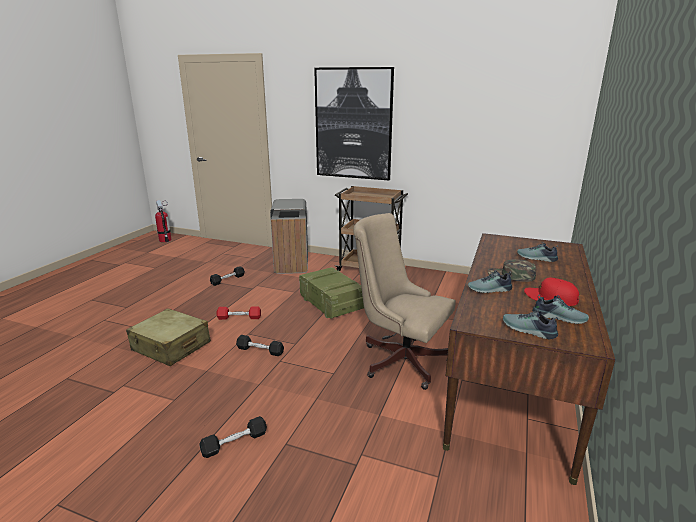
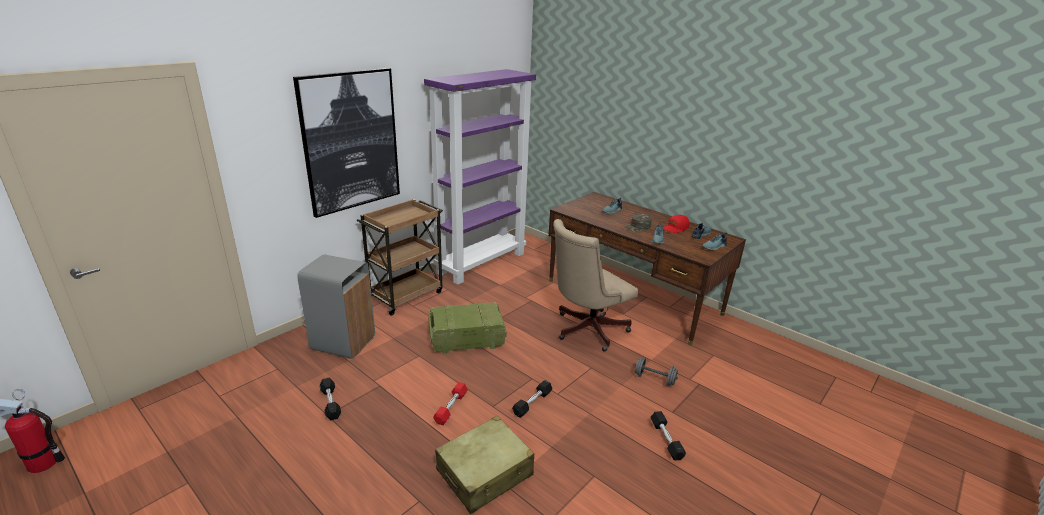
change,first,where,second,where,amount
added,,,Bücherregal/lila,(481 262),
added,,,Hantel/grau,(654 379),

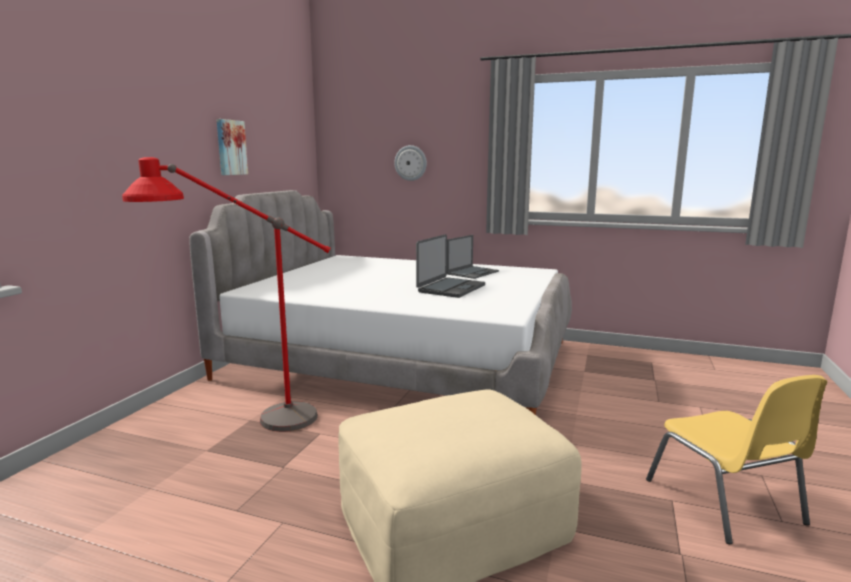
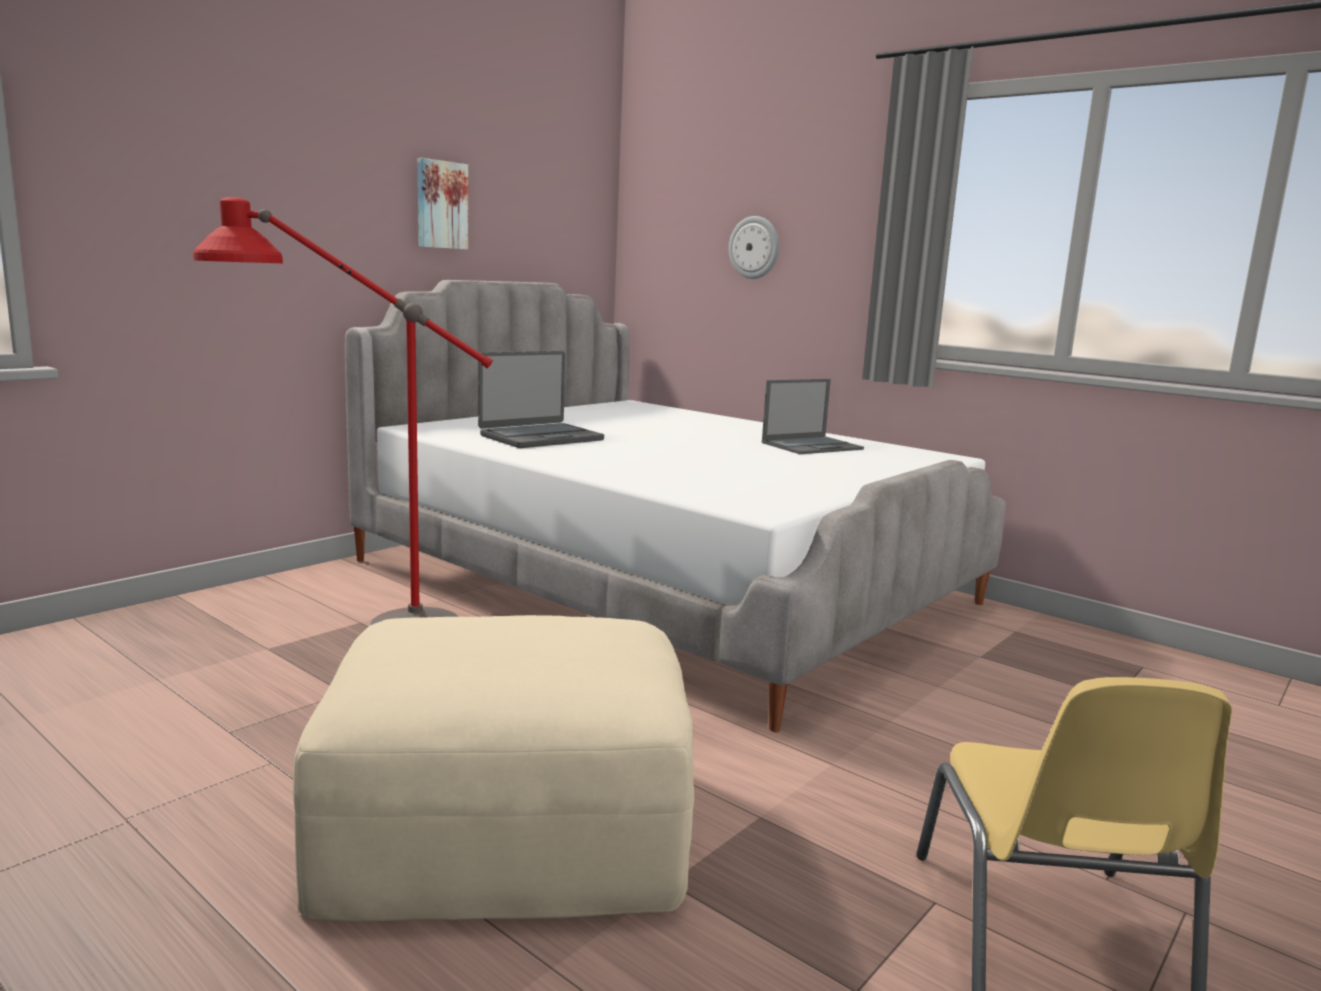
change,first,where,second,where,amount
moved,Laptop,(450 288),,(540 437),

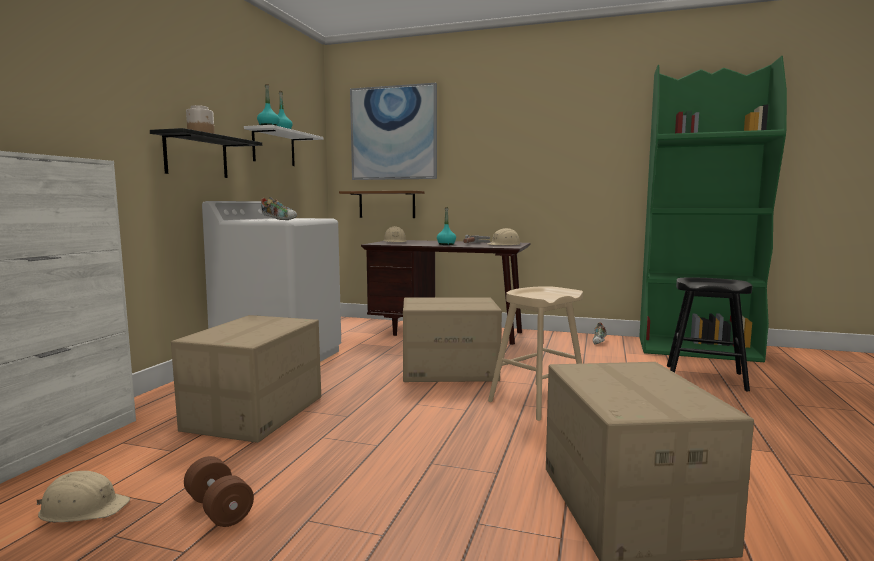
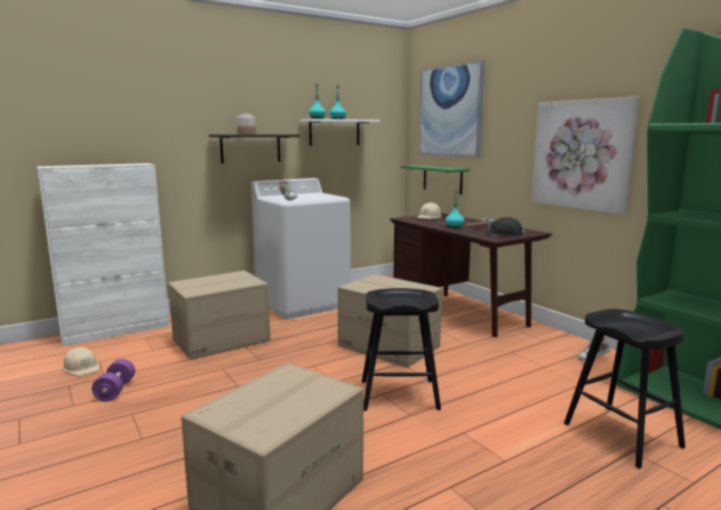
change,first,where,second,where,amount
added,,,Bild,(581 154),
recoloured,Hantel/braun,(219 509),Hantel/lila,(115 390),
recoloured,Wandregal/braun,(387 204),Wandregal/grün,(442 179),
recoloured,Schutzhelm/beige,(504 245),Schutzhelm/schwarz,(504 234),
recoloured,Hocker/beige,(537 401),Hocker/schwarz,(399 395),

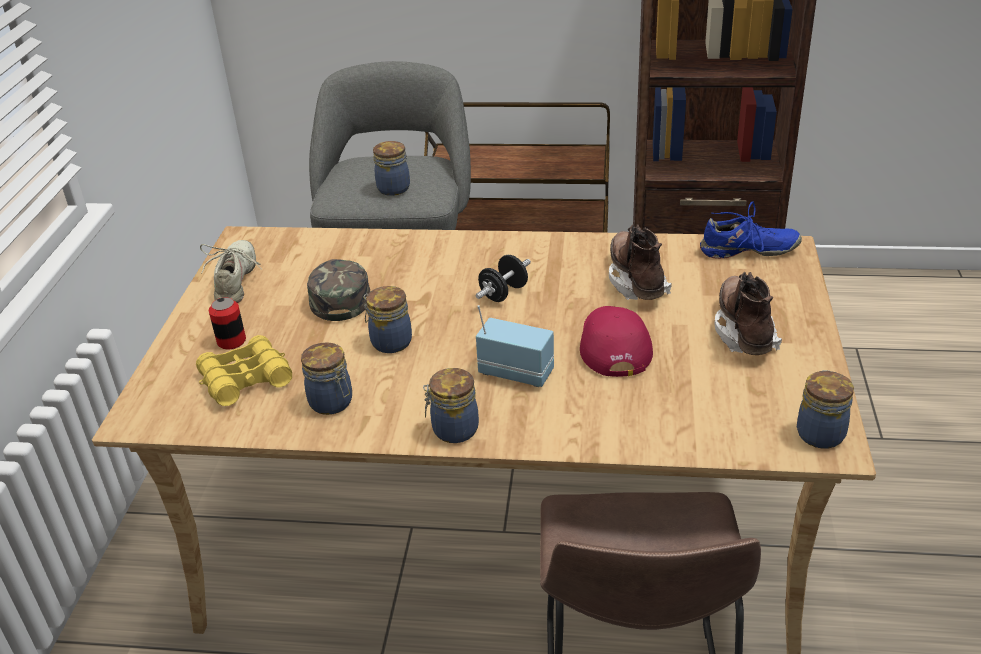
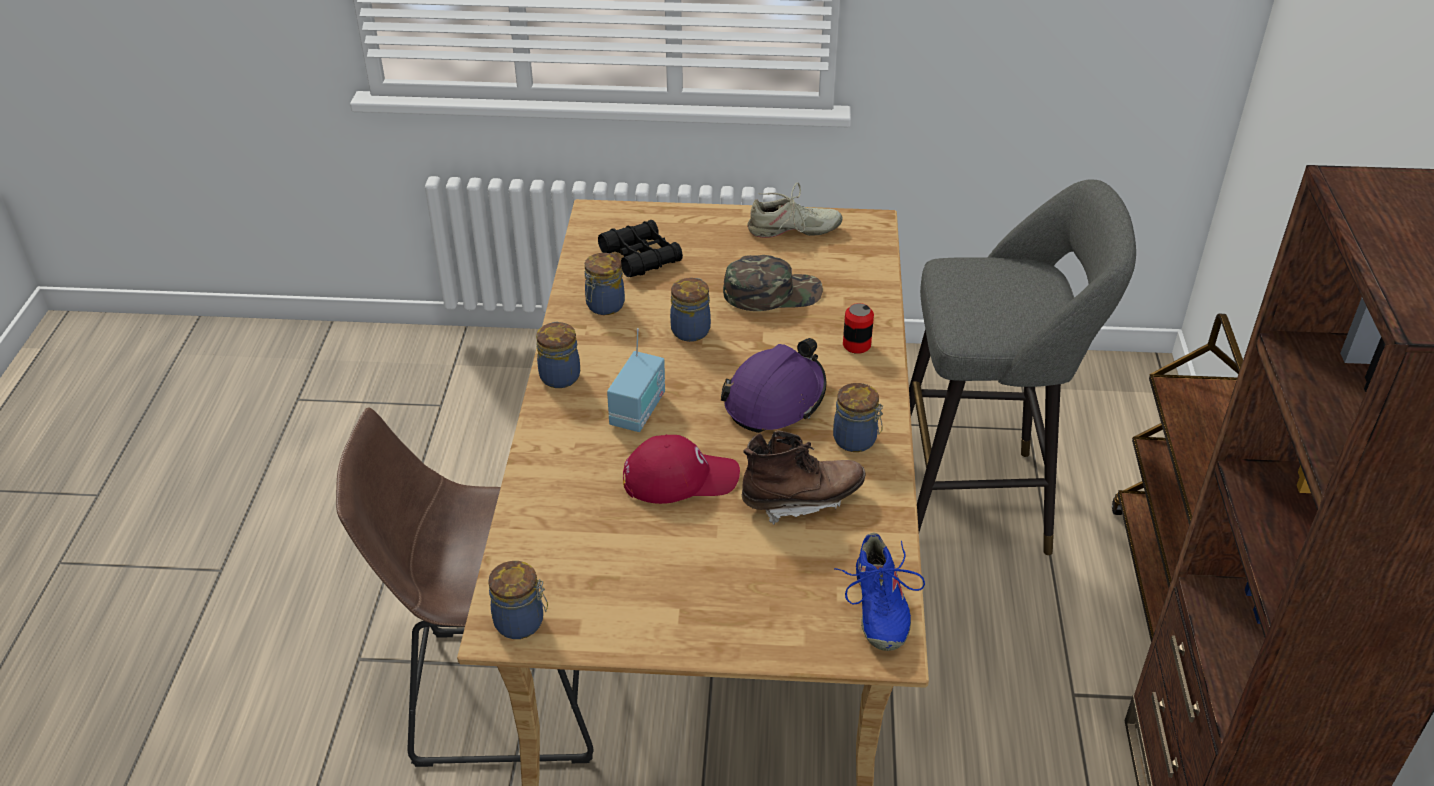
change,first,where,second,where,amount
removed,Stiefel/braun,(744 332),,,
moved,Dose,(231 341),,(856 345),
moved,Vorratsglas,(394 188),,(856 440),
replaced,Hantel/schwarz,(503 293),Schutzhelm/lila,(775 399),
recoloured,Fernglas/gelb,(245 379),Fernglas/schwarz,(641 257),

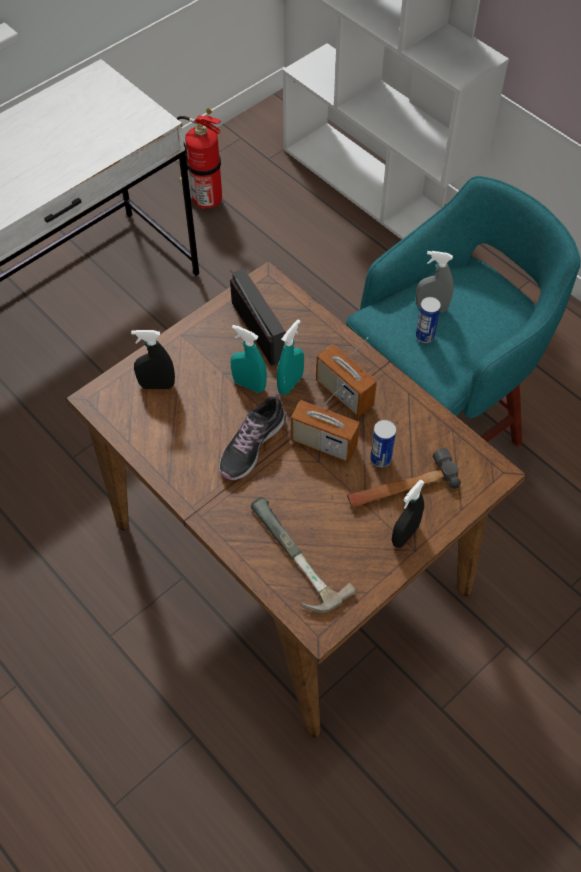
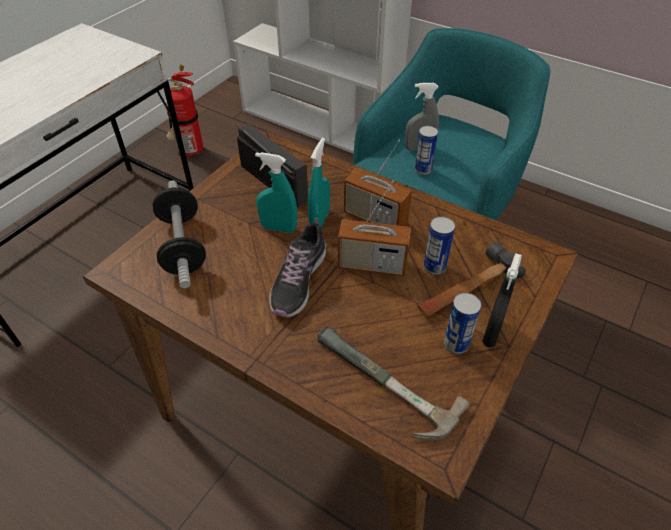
change,first,where,second,where,amount
added,,,Dose,(456 344),
replaced,Sprühflasche/schwarz,(157 385),Hantel,(182 246),

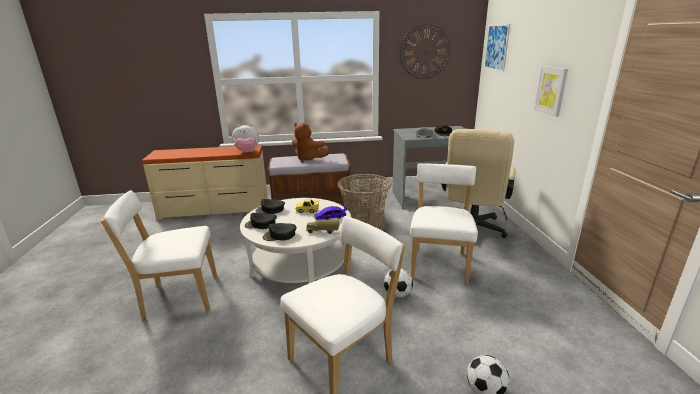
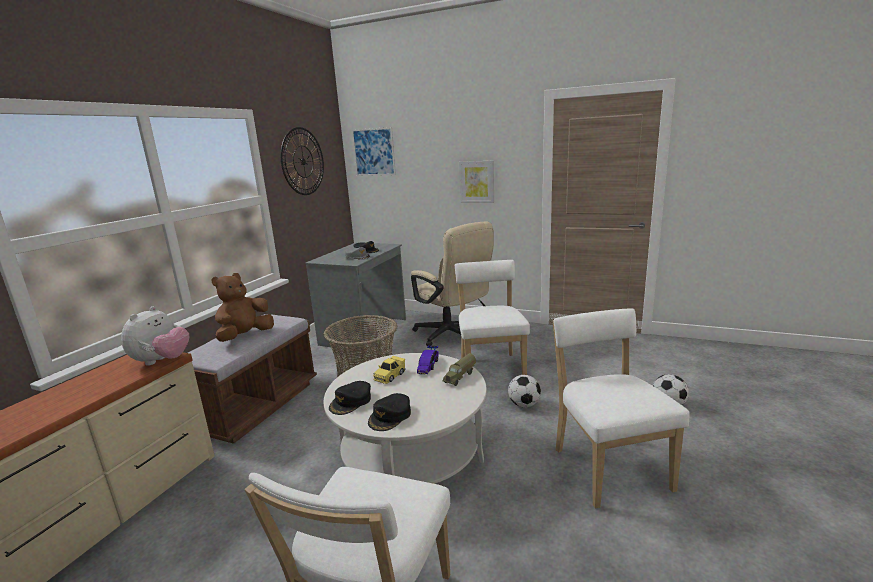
change,first,where,second,where,amount
removed,Kappe/schwarz,(280 235),,,
turned,Plüschtier/braun,(308 159),,(245 336),150 degrees clockwise
turned,Stuhl/weiß,(439 263),,(491 367),45 degrees clockwise

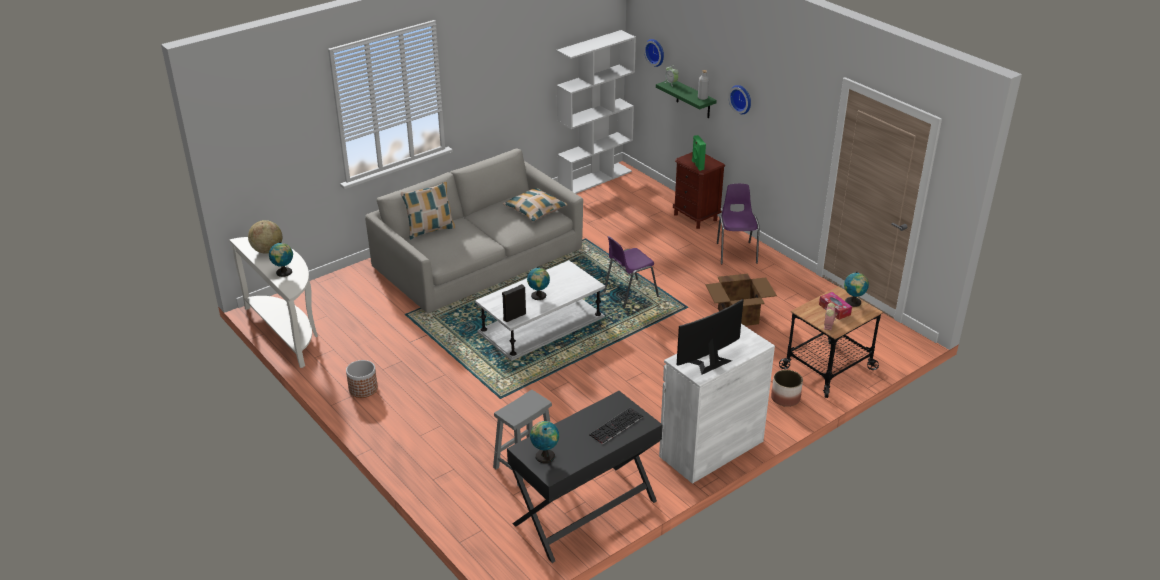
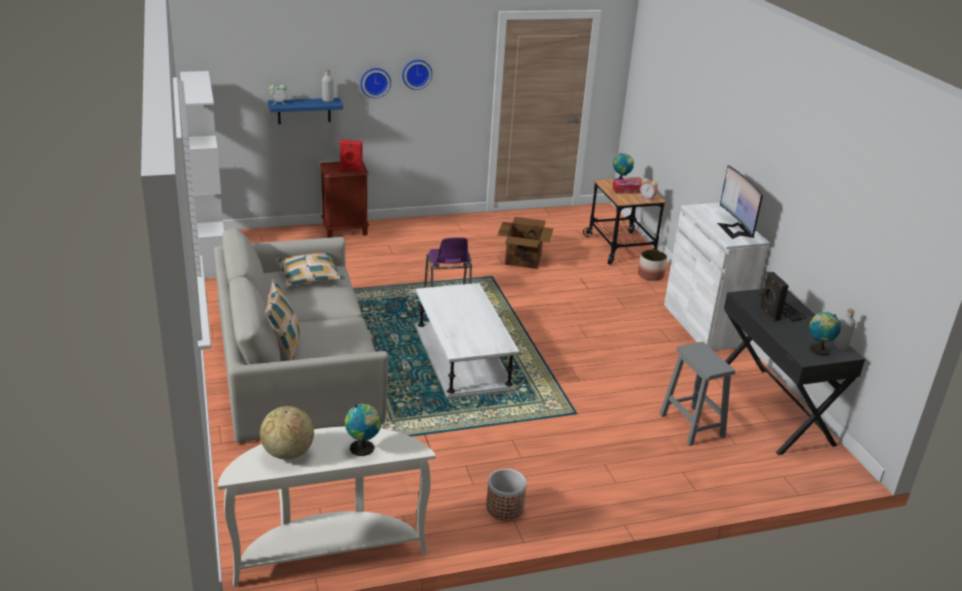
change,first,where,second,where,amount
removed,Globus,(539 296),,,
removed,Stuhl/lila,(736 252),,,
added,,,Flasche/grau,(840 346),
moved,Lautsprecher/schwarz,(514 316),,(768 313),
moved,Wanduhr,(656 52),,(416 73),
recoloured,Wandregal/grün,(693 99),Wandregal/blau,(304 111),
recoloured,Lautsprecher/grün,(697 165),Lautsprecher/rot,(351 170),

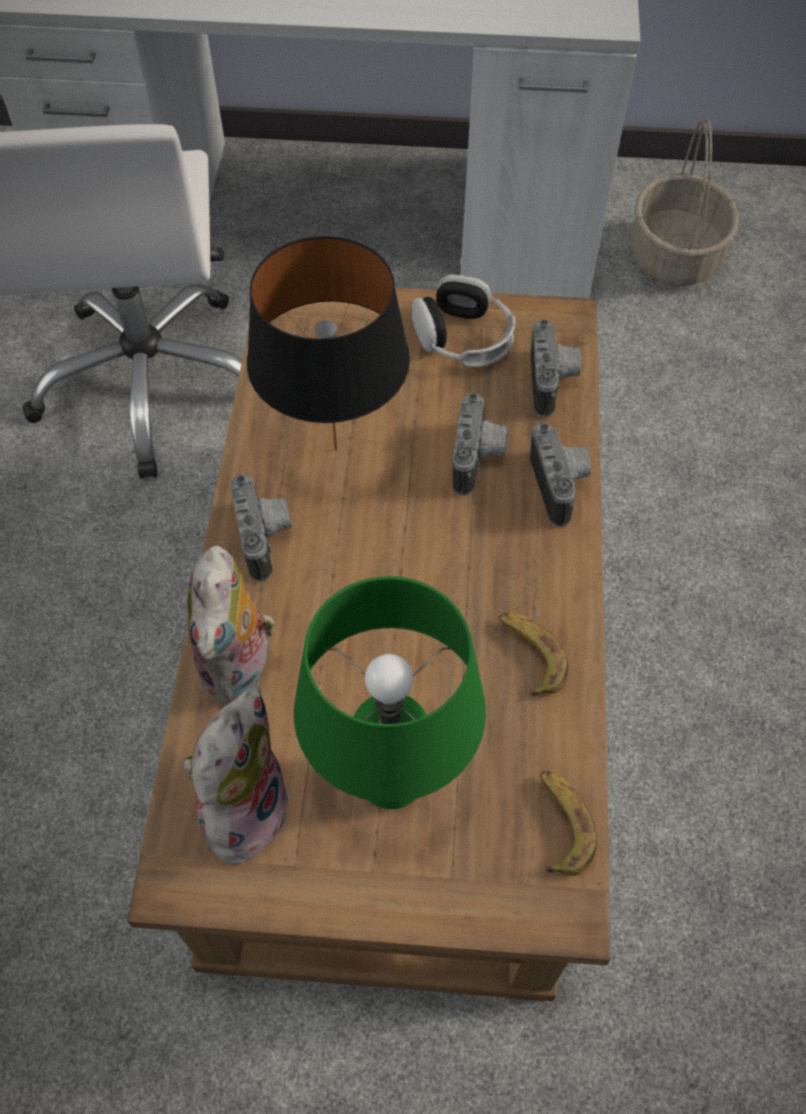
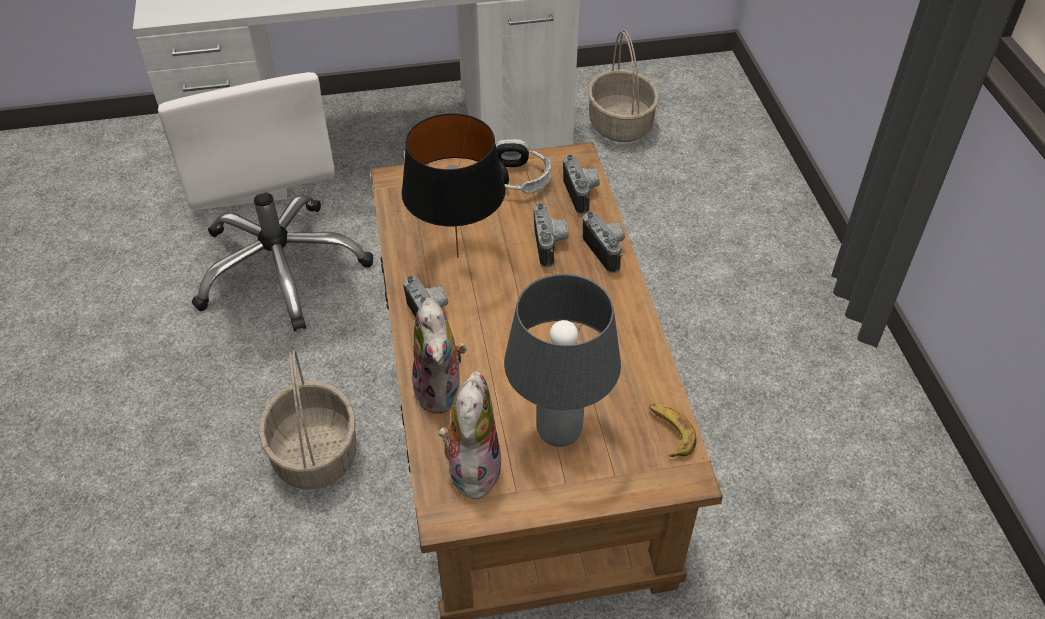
change,first,where,second,where,amount
removed,Banane,(529 655),,,
added,,,Korb,(314 453),
recoloured,Tischlampe/grün,(389 778),Tischlampe/grau,(557 431),

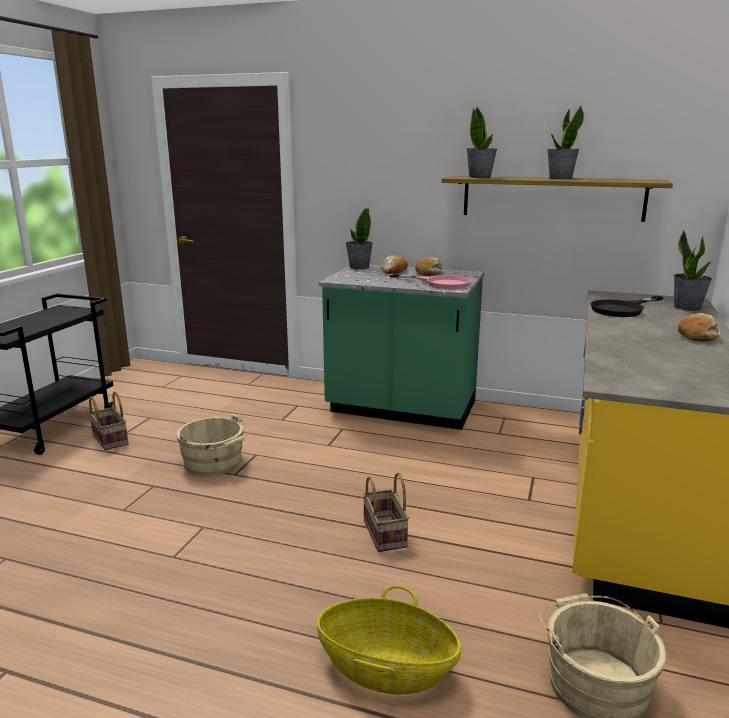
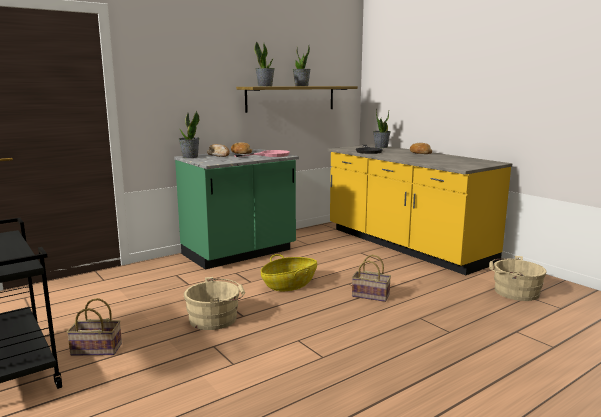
change,first,where,second,where,amount
moved,Korb,(387 668),,(289 285),

